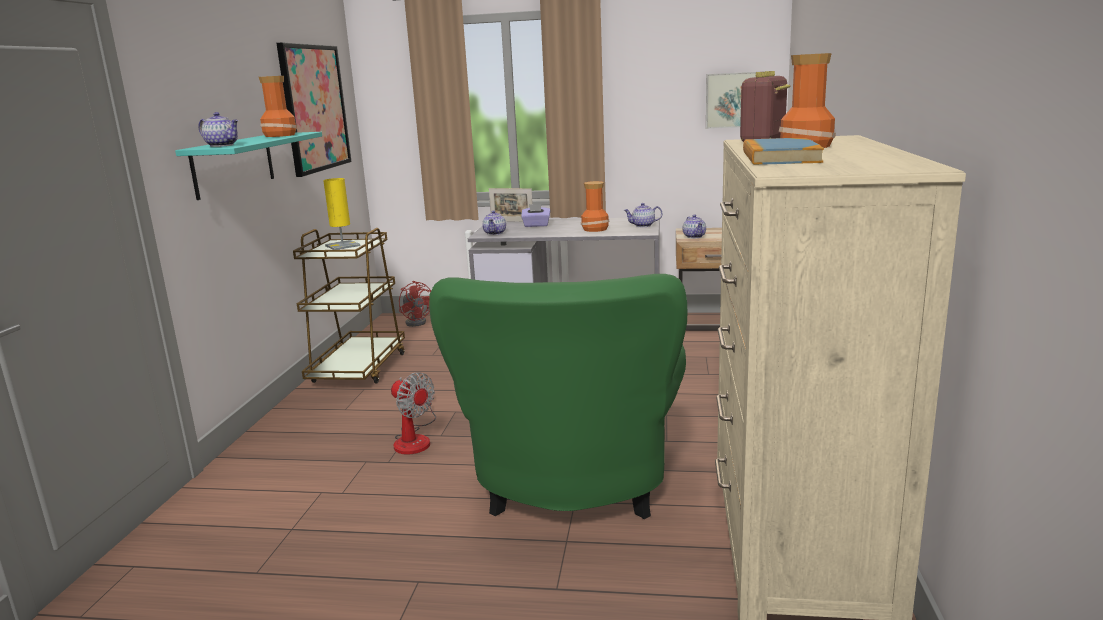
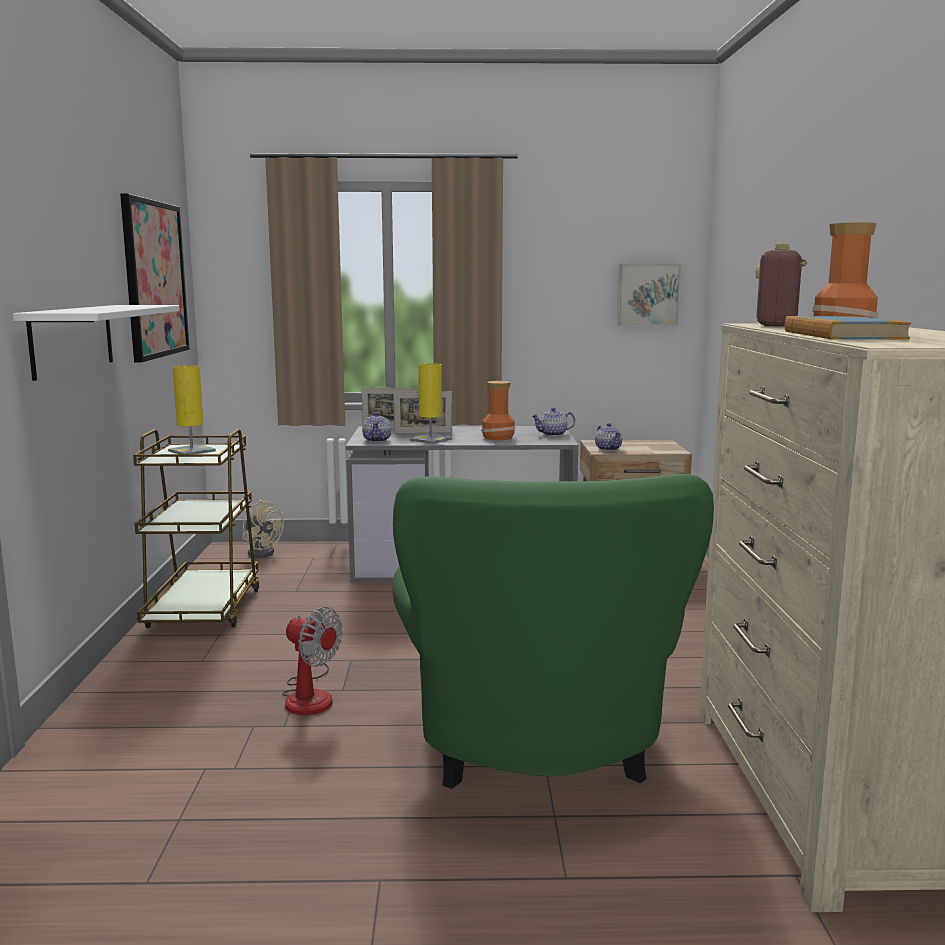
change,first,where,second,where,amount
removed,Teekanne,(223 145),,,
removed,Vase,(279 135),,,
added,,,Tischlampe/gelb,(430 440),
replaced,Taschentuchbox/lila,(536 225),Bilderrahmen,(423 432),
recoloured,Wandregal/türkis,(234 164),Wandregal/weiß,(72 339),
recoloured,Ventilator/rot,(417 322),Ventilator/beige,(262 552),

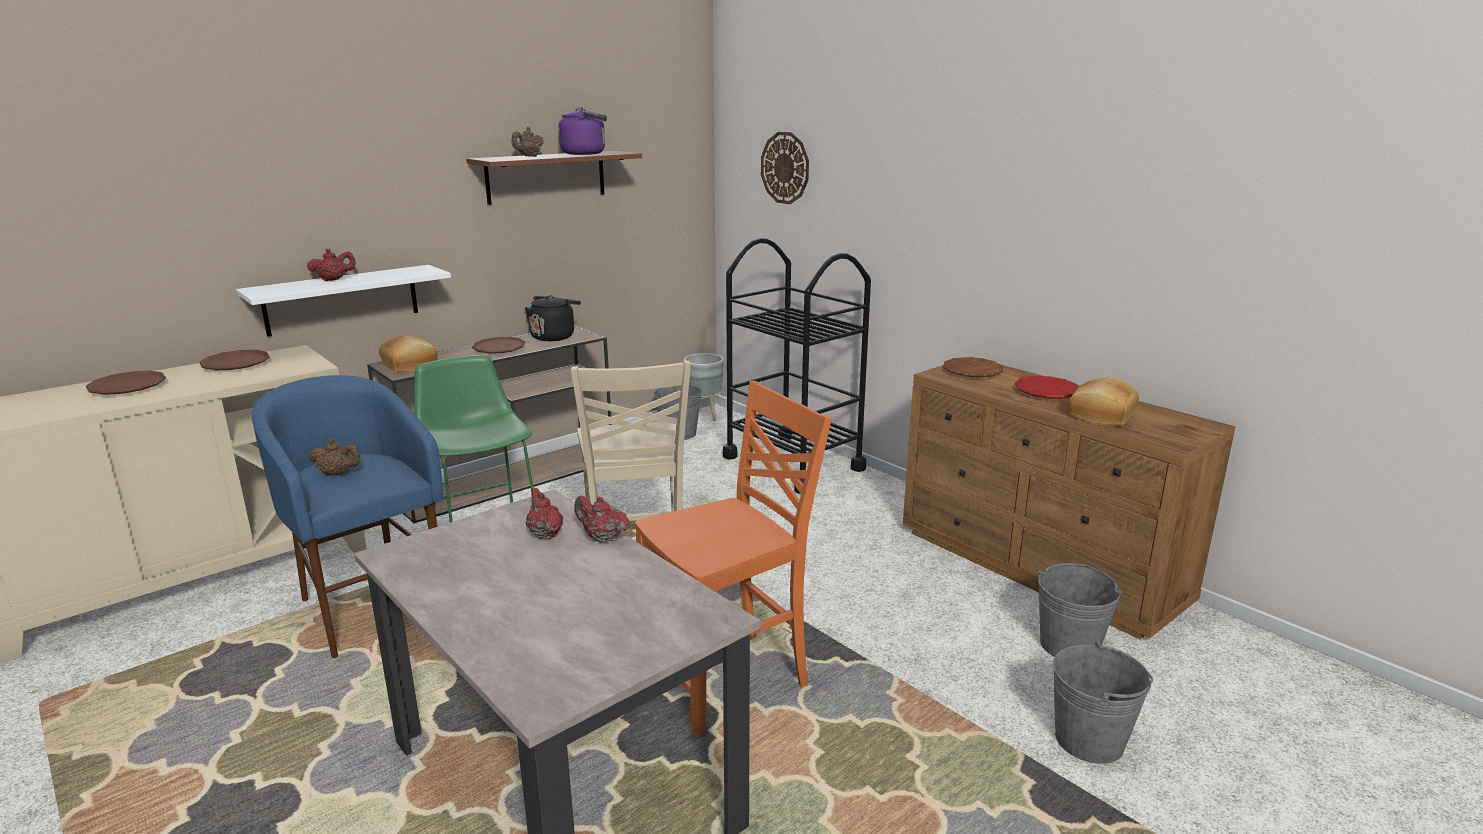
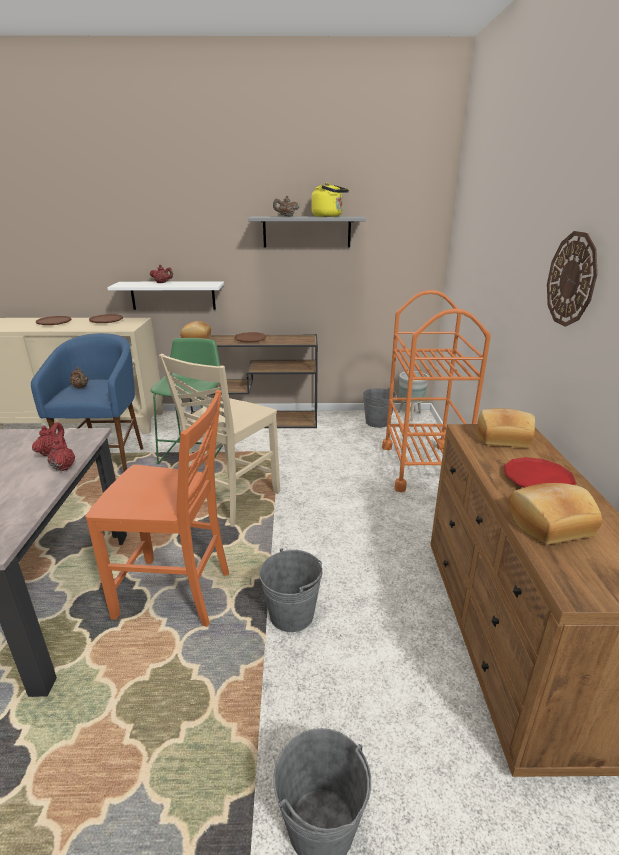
change,first,where,second,where,amount
removed,Wasserkessel/schwarz,(554 336),,,
moved,Wanduhr,(785 168),,(571 279),
moved,Eimer/grau,(1069 646),,(291 614),
replaced,Teller/braun,(972 372),Brot,(502 437),
recoloured,Wandregal/braun,(546 176),Wandregal/grau,(307 232),
recoloured,Wasserkessel/lila,(586 153),Wasserkessel/gelb,(329 216),
recoloured,Rollwagen/schwarz,(793 463),Rollwagen/orange,(422 467),

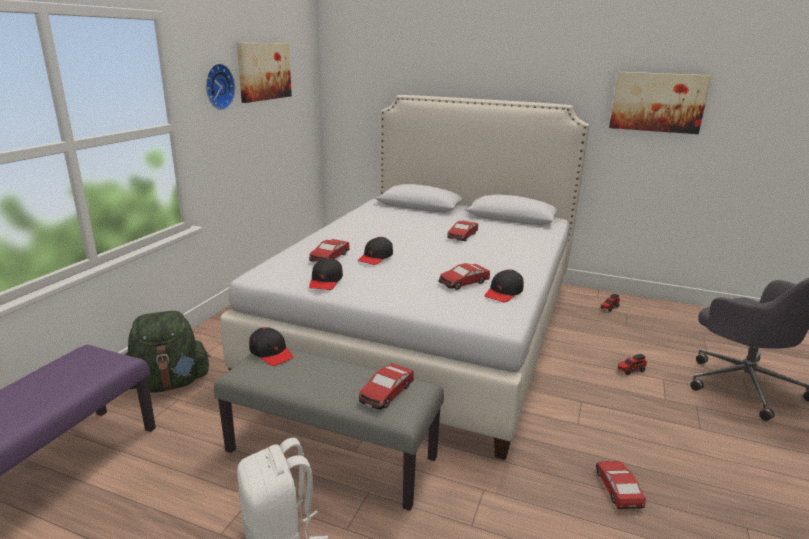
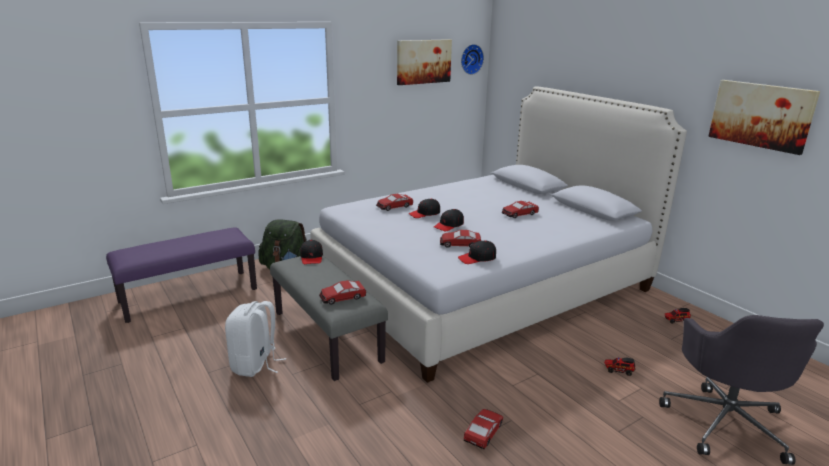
change,first,where,second,where,amount
moved,Wanduhr,(217 86),,(470 59),
moved,Kappe/schwarz,(326 281),,(449 225),

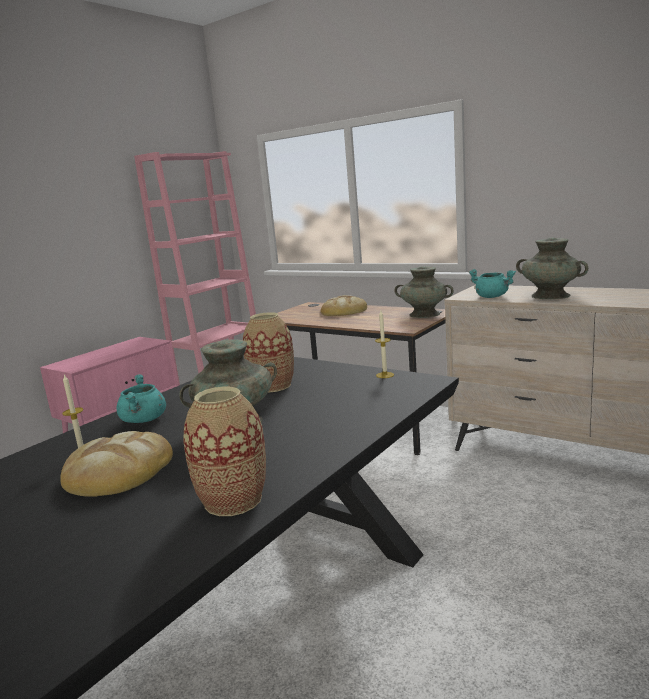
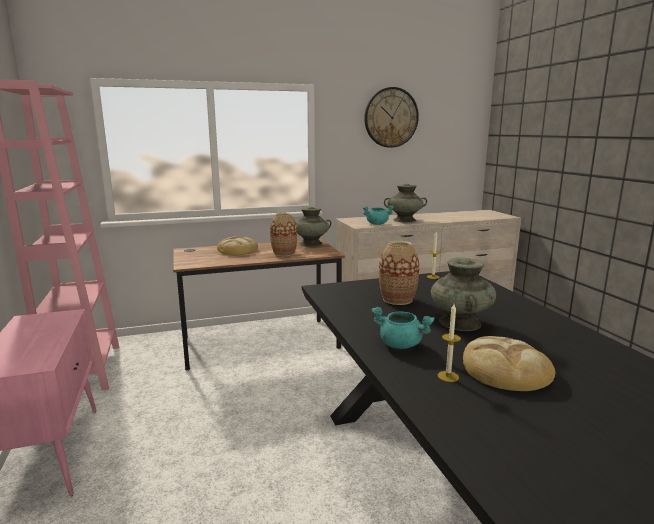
change,first,where,second,where,amount
added,,,Wanduhr,(391 117),
moved,Vase,(233 500),,(284 253),

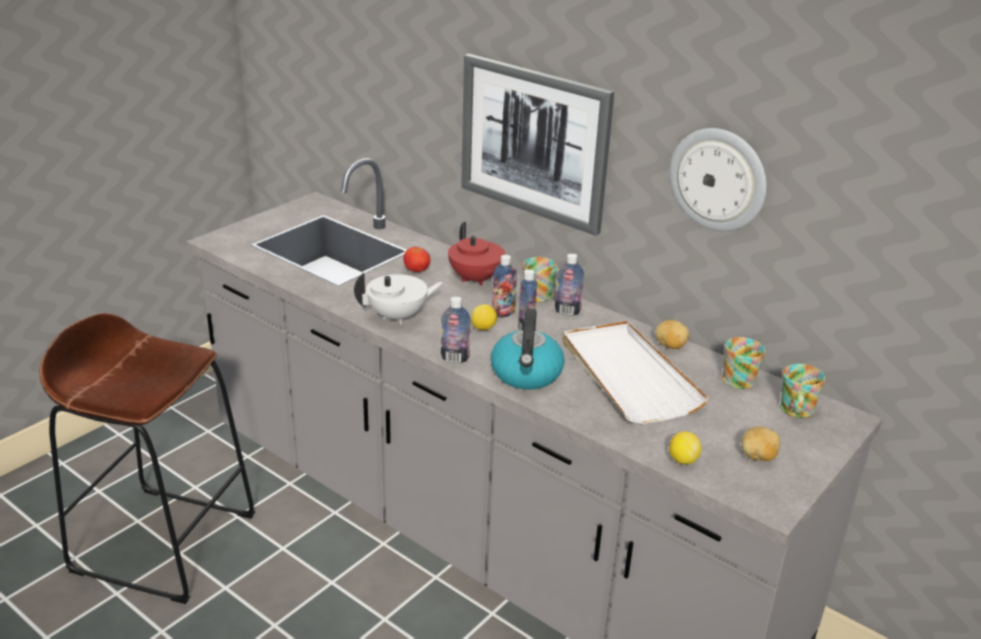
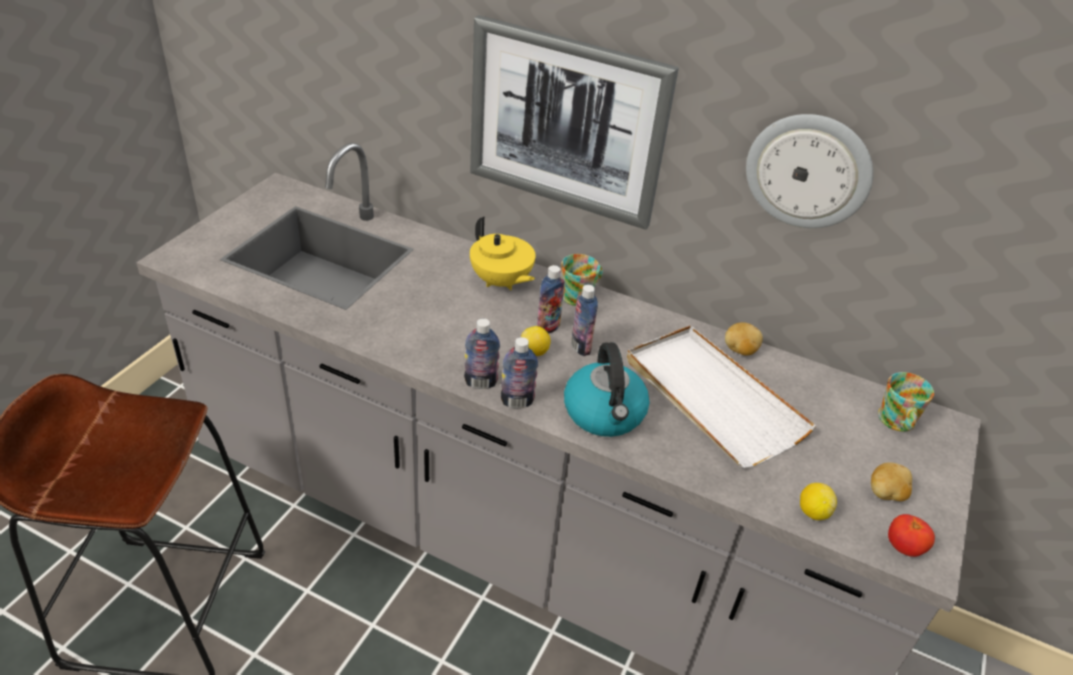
change,first,where,second,where,amount
removed,Teekanne/weiß,(398 316),,,
removed,Henkelbecher,(741 378),,,
moved,Tomate,(416 271),,(903 547),
moved,Flasche,(567 311),,(481 383),
recoloured,Teekanne/rot,(475 279),Teekanne/gelb,(501 282),

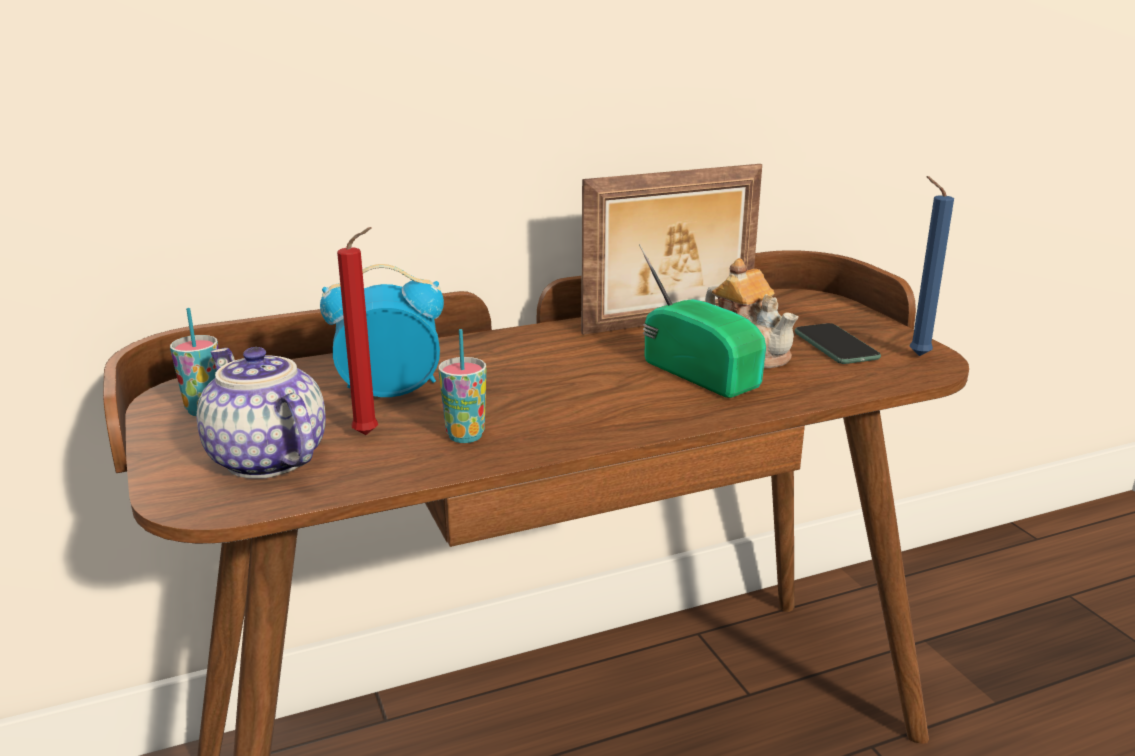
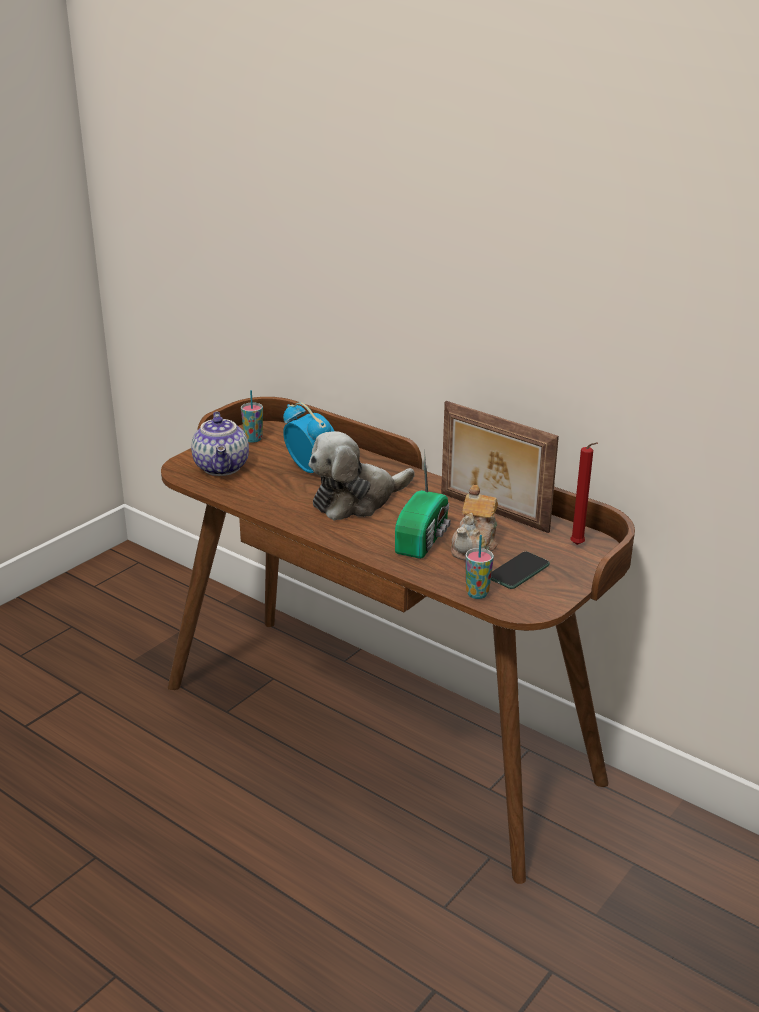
change,first,where,second,where,amount
removed,Kerze/blau,(915 355),,,
added,,,Plüschtier,(356 500),
moved,Kerze/rot,(370 435),,(578 546),
moved,Tasse,(465 436),,(477 594),
turned,Teekanne,(264 460),,(223 468),150 degrees clockwise

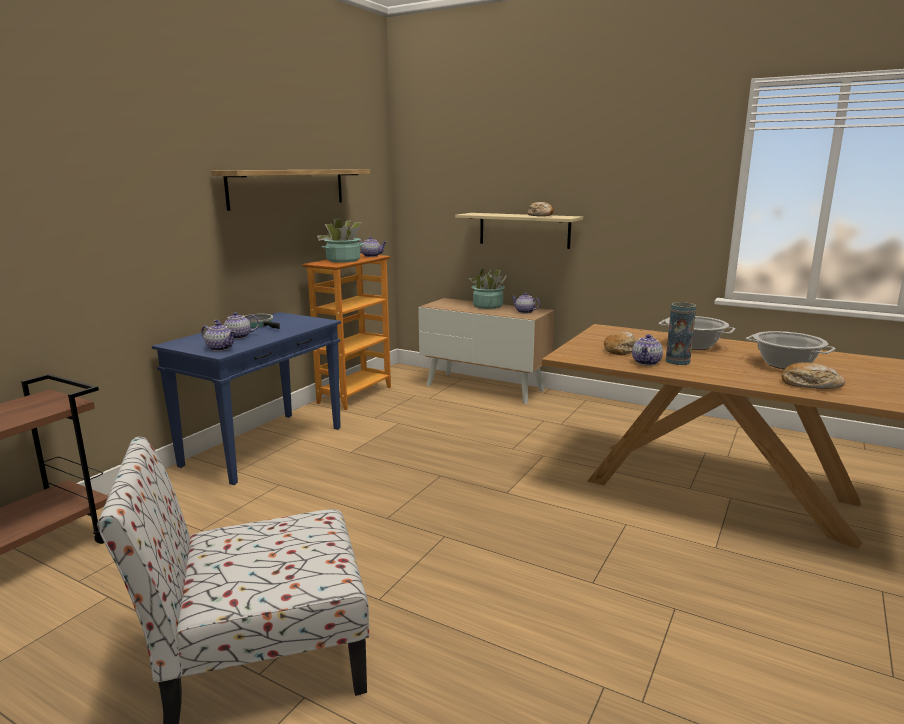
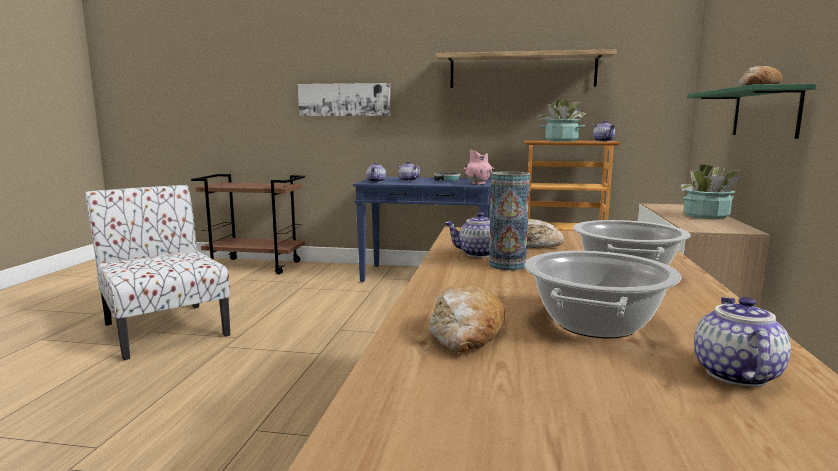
change,first,where,second,where,amount
added,,,Bild,(344 100),
added,,,Vase/rosa,(478 184),
moved,Teekanne,(524 312),,(733 374),
recoloured,Wandregal/beige,(524 230),Wandregal/grün,(765 113),

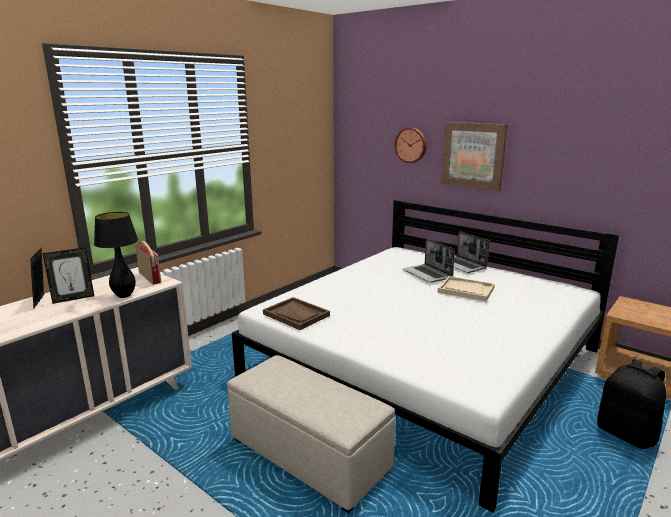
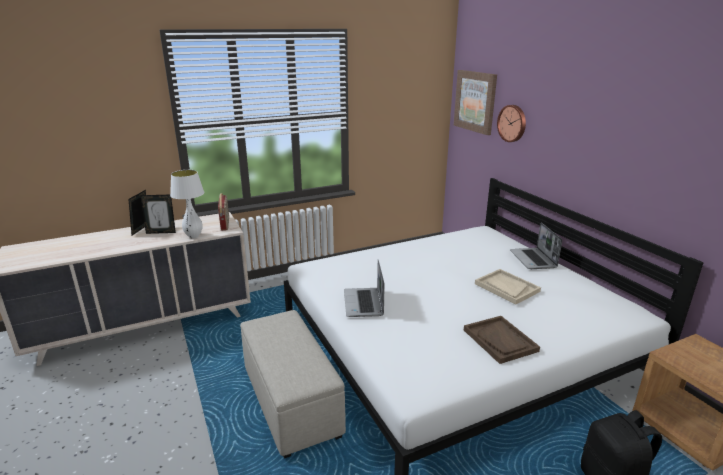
change,first,where,second,where,amount
moved,Tablett/braun,(296 315),,(500 340),
moved,Laptop,(428 274),,(364 304),
moved,Bild,(473 155),,(475 101),
recoloured,Tischlampe/schwarz,(124 295),Tischlampe/weiß,(193 236),

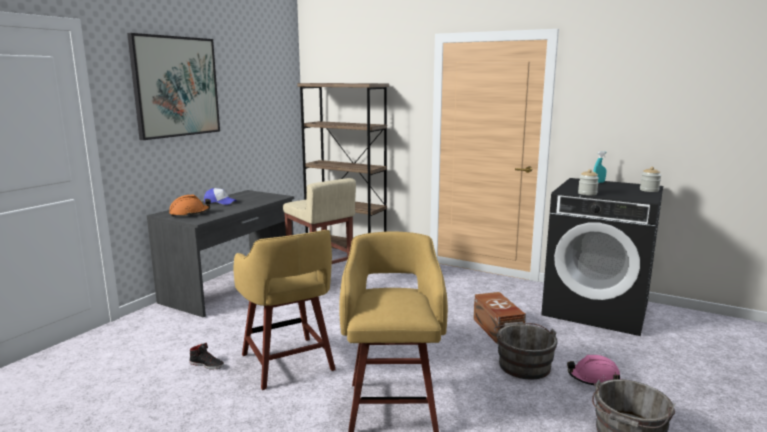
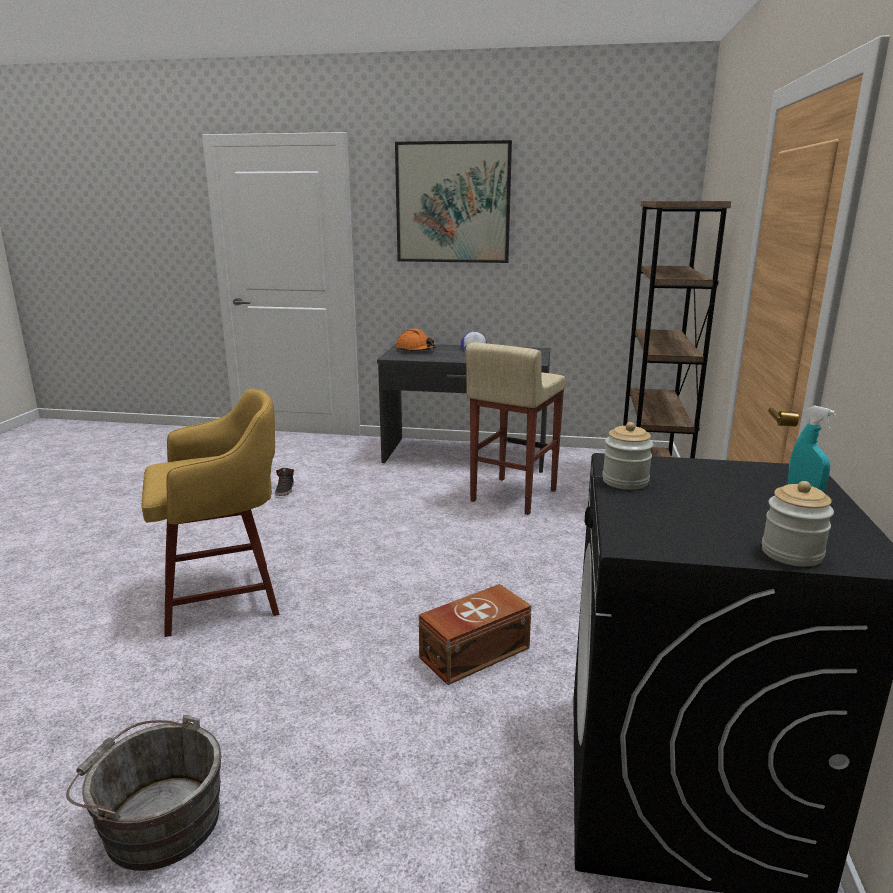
change,first,where,second,where,amount
removed,Hocker/gelb,(288 364),,,
removed,Eimer/grau,(523 364),,,
removed,Schutzhelm/rosa,(593 378),,,

